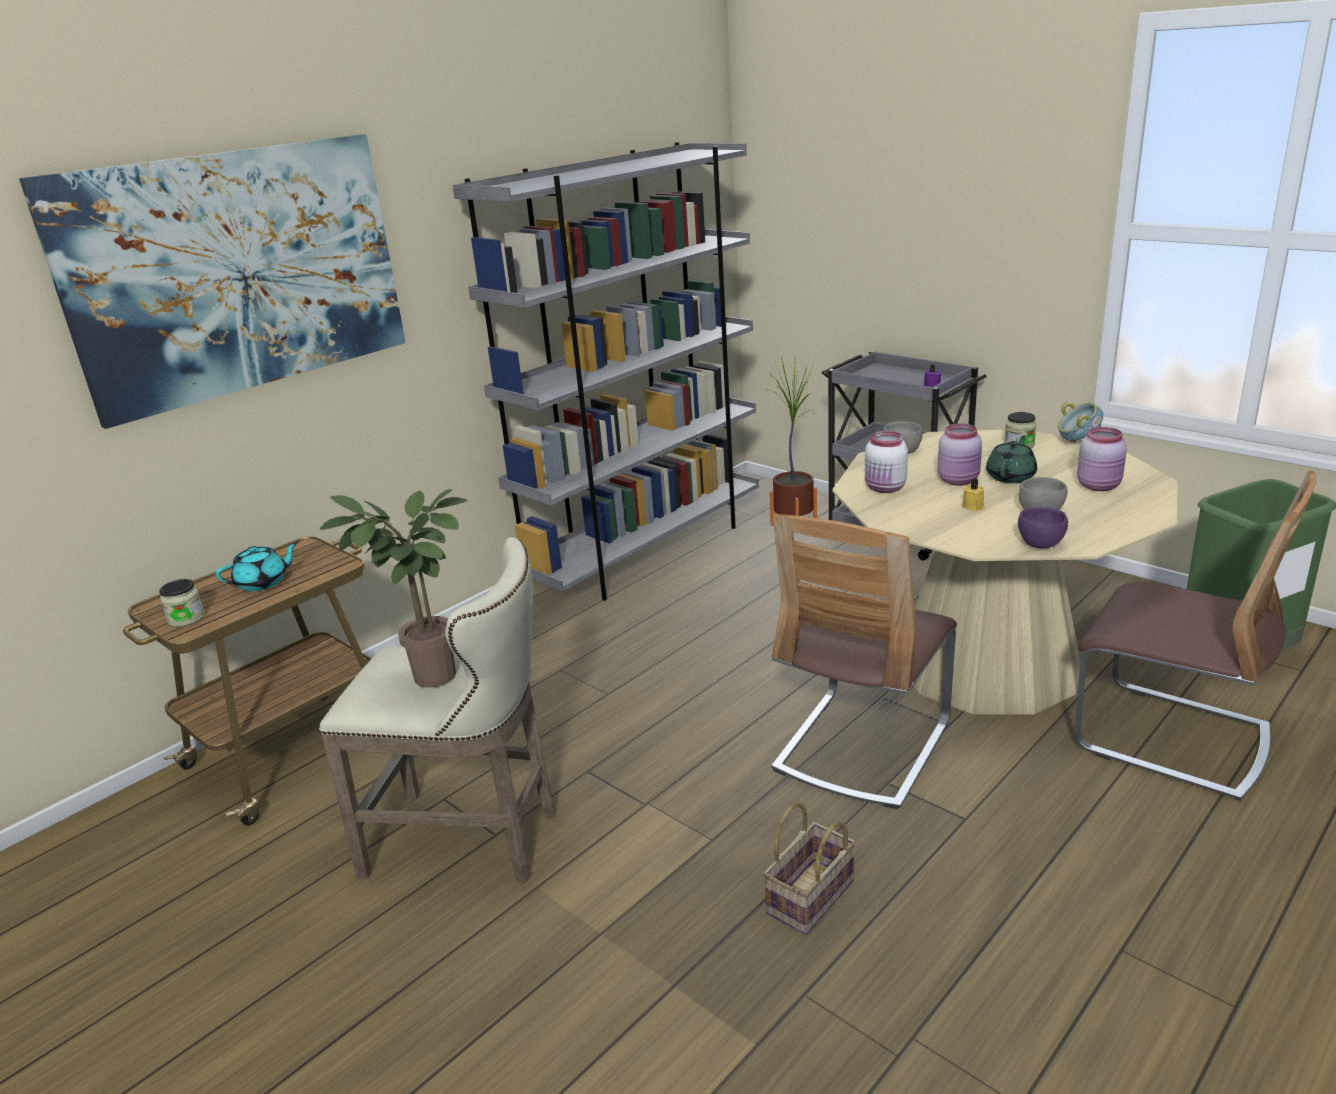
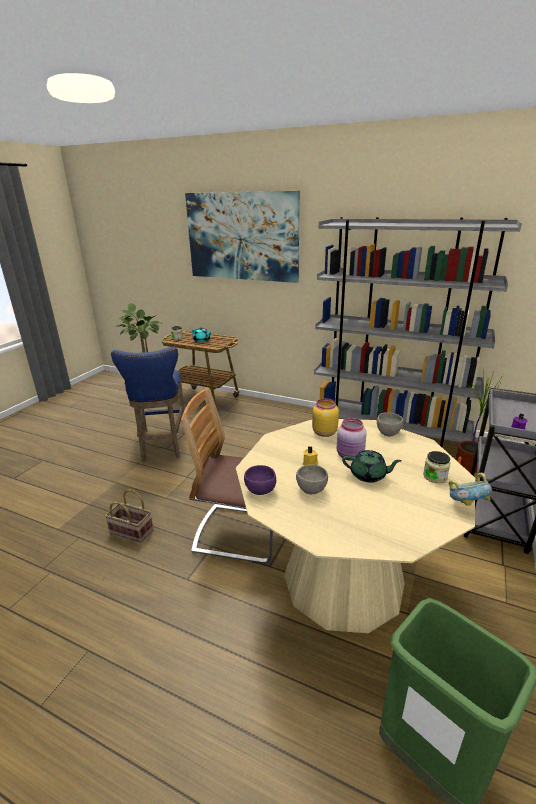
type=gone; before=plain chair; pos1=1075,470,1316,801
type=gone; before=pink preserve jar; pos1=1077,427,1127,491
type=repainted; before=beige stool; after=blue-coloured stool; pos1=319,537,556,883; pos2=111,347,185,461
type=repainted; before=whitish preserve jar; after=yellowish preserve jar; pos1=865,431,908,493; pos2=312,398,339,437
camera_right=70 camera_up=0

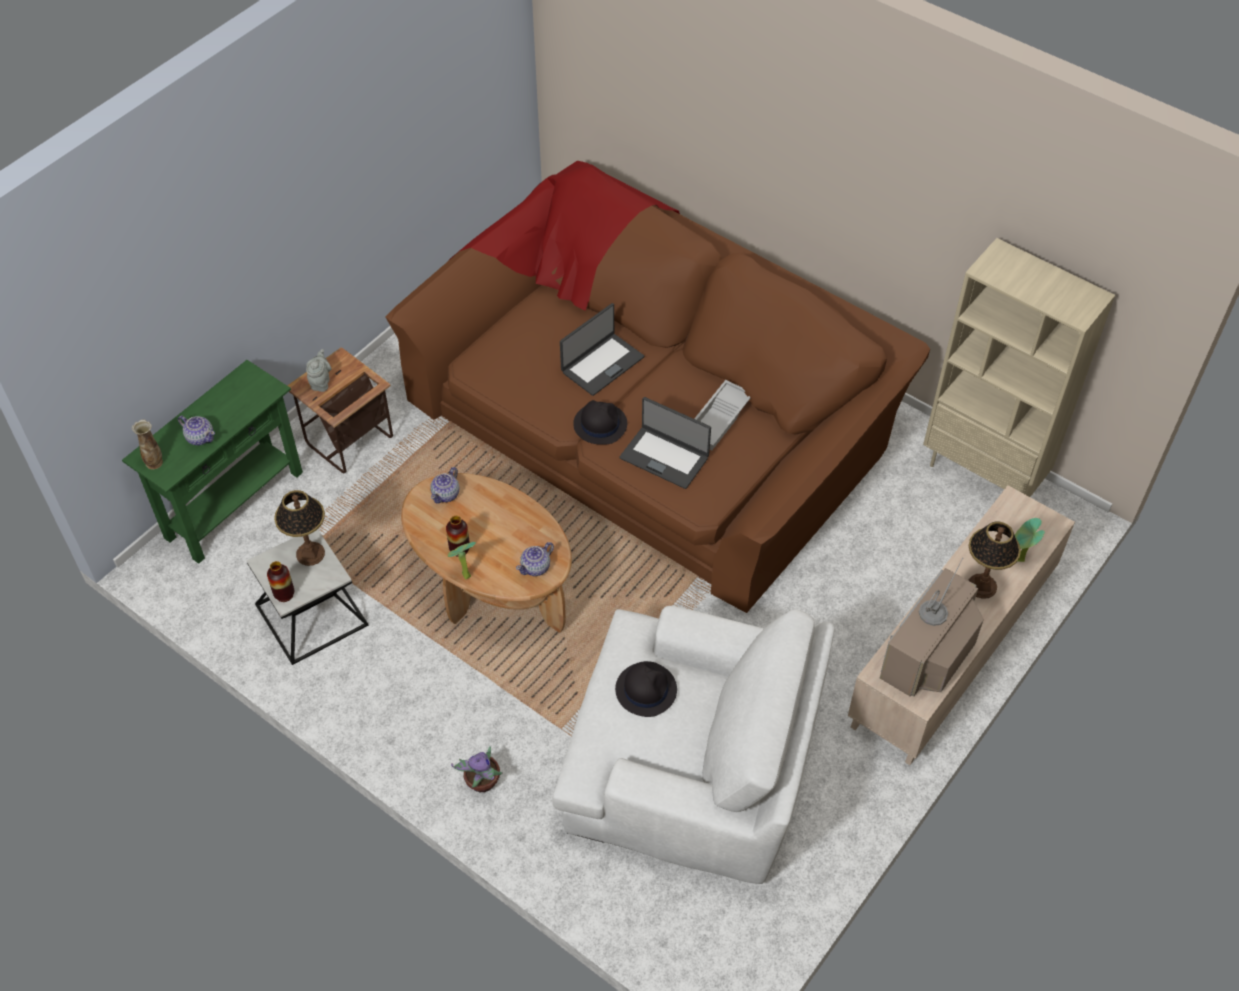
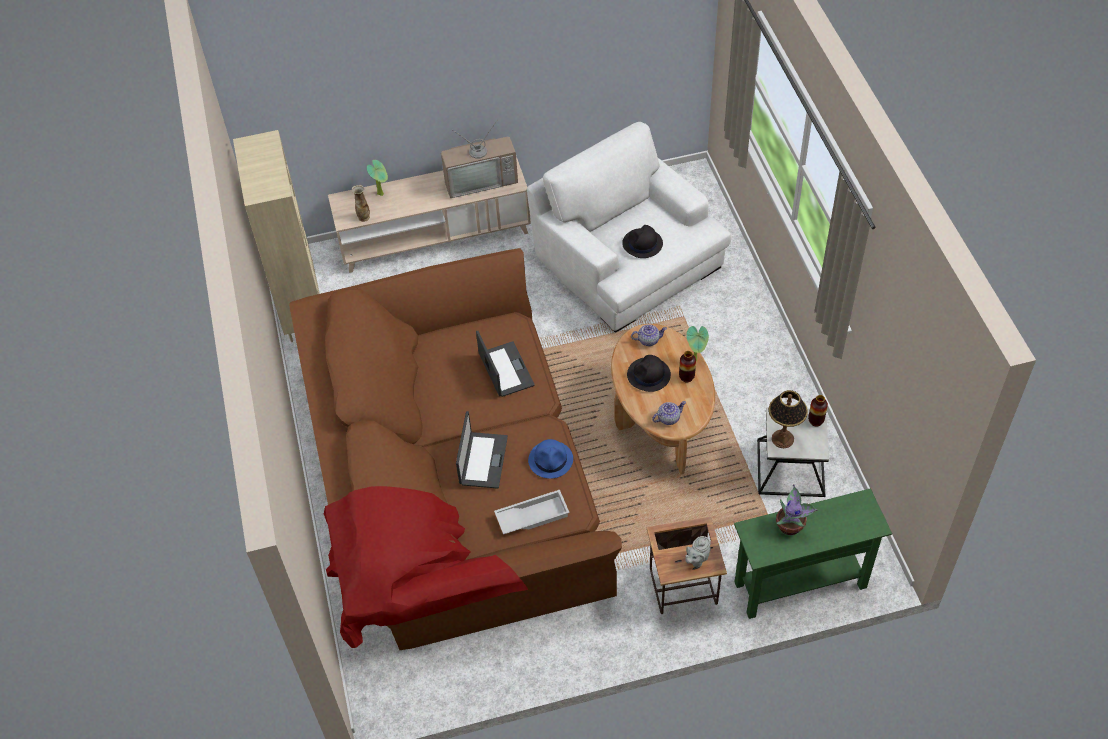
type=gone; before=tea pot; pos1=178,416,215,445
type=gone; before=table lamp; pos1=968,522,1021,599
type=new; after=blue-coloured clothing hat; pos2=528,439,573,479
type=shifted; before=flower vase; pos1=132,420,163,469; pos2=352,185,370,222
type=shifted; before=houseplant; pos1=451,746,503,792; pos2=776,484,817,535
type=shifted; before=black-coloured clothing hat; pos1=573,400,627,445; pos2=627,355,671,392
type=shifted; before=whitish carrying tray; pos1=694,380,751,450; pos2=494,490,570,535
type=rotated; before=notebook computer; pos1=560,303,644,396; pos2=456,411,508,489; turn=105
camera_right=-140 camera_up=0

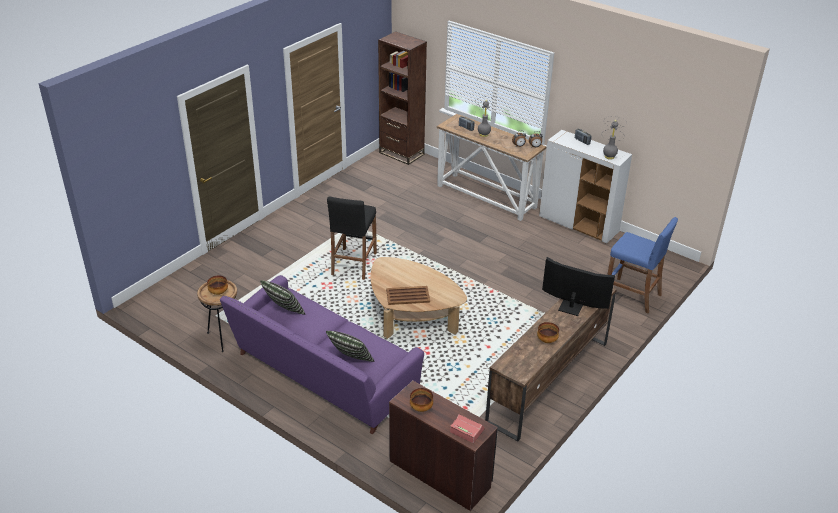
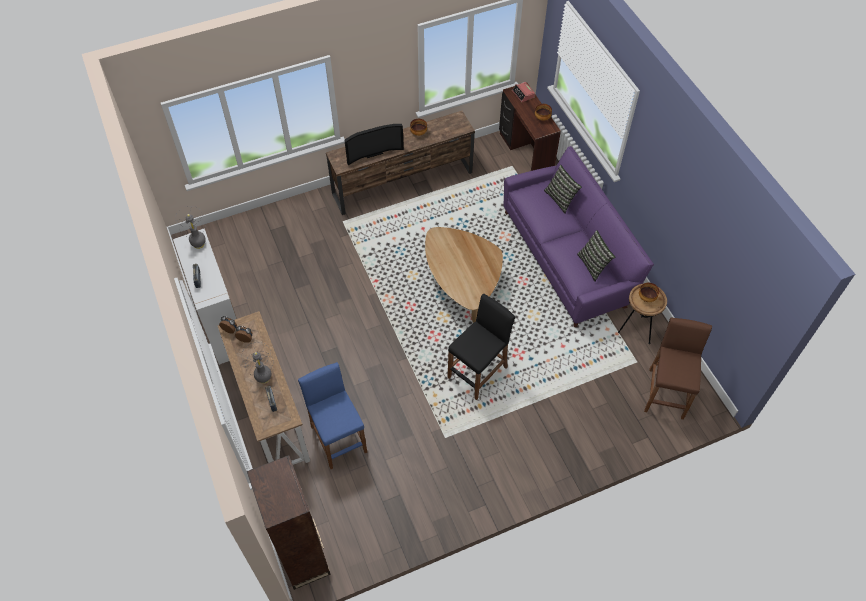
type=gone; before=brown-coloured carrying tray; pos1=386,286,430,305
type=new; after=brown-coloured stool; pos2=644,318,712,420
type=shifted; before=blue-coloured stool; pos1=607,217,678,313; pos2=298,362,367,469
type=rotated; before=TV set; pos1=542,257,615,316; pos2=344,124,404,166; turn=-75
camera_right=-150 camera_up=20

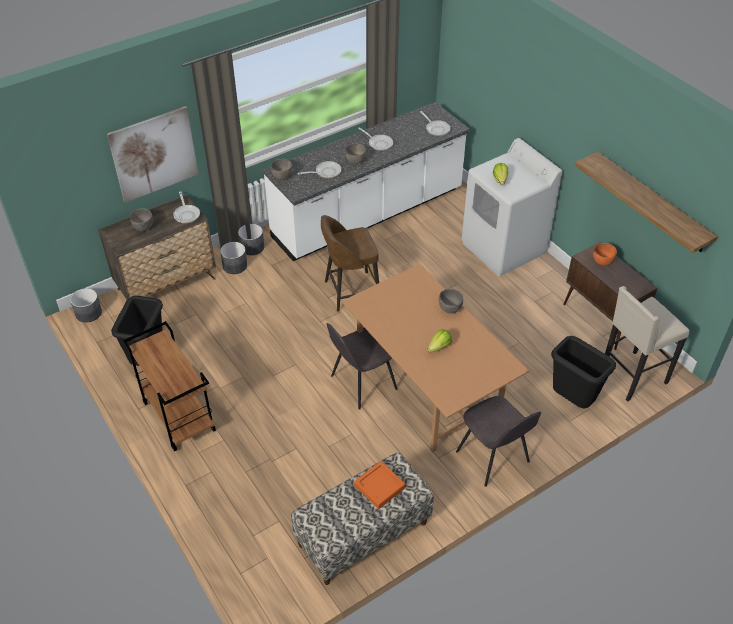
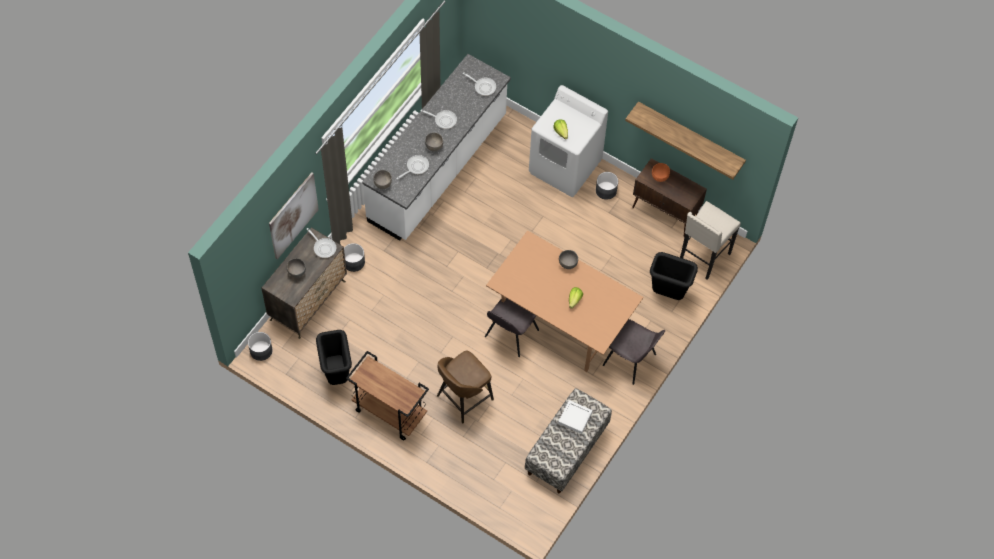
type=shifted; before=greyish plant pot; pos1=238,224,264,255; pos2=596,172,618,200
type=shifted; before=brown-coloured stool; pos1=321,215,379,312; pos2=437,350,494,423
type=repainted; before=orange carrying tray; after=whitish carrying tray; pos1=354,461,405,509; pos2=558,400,592,434
camera_right=-25 camera_up=15

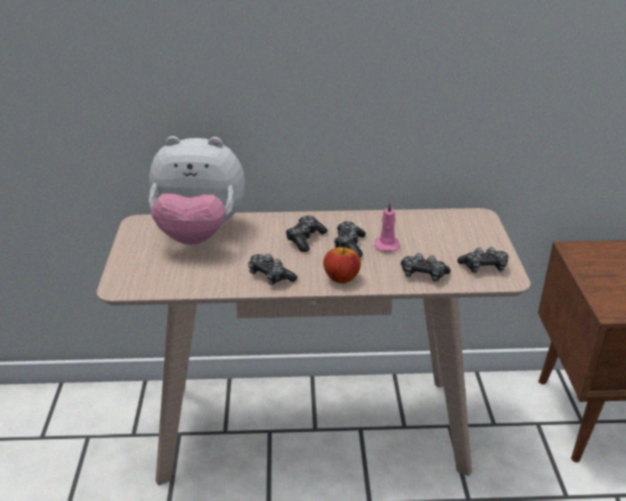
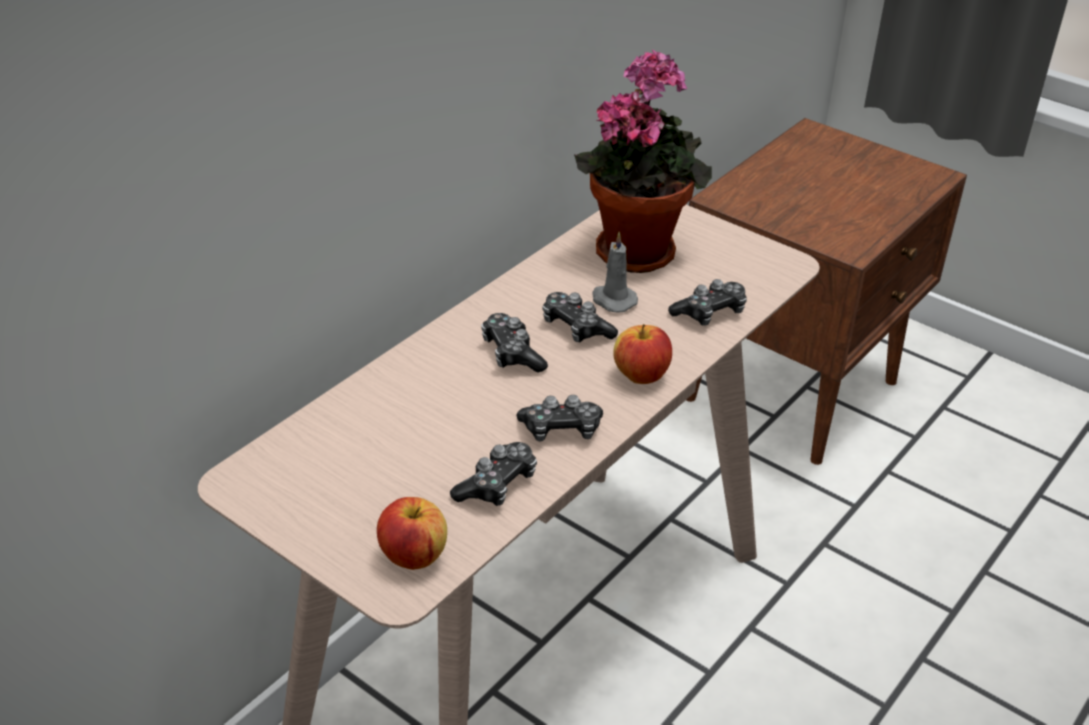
type=gone; before=soft toy; pos1=149,136,245,245
type=new; after=whole apple; pos2=377,497,447,570
type=new; after=houseplant; pos2=574,49,712,273
type=shifted; before=game controller; pos1=457,247,508,273; pos2=450,442,537,506
type=repainted; before=pink candle; after=greyish candle; pos1=374,202,400,252; pos2=592,232,638,313
camera_right=-50 camera_up=5

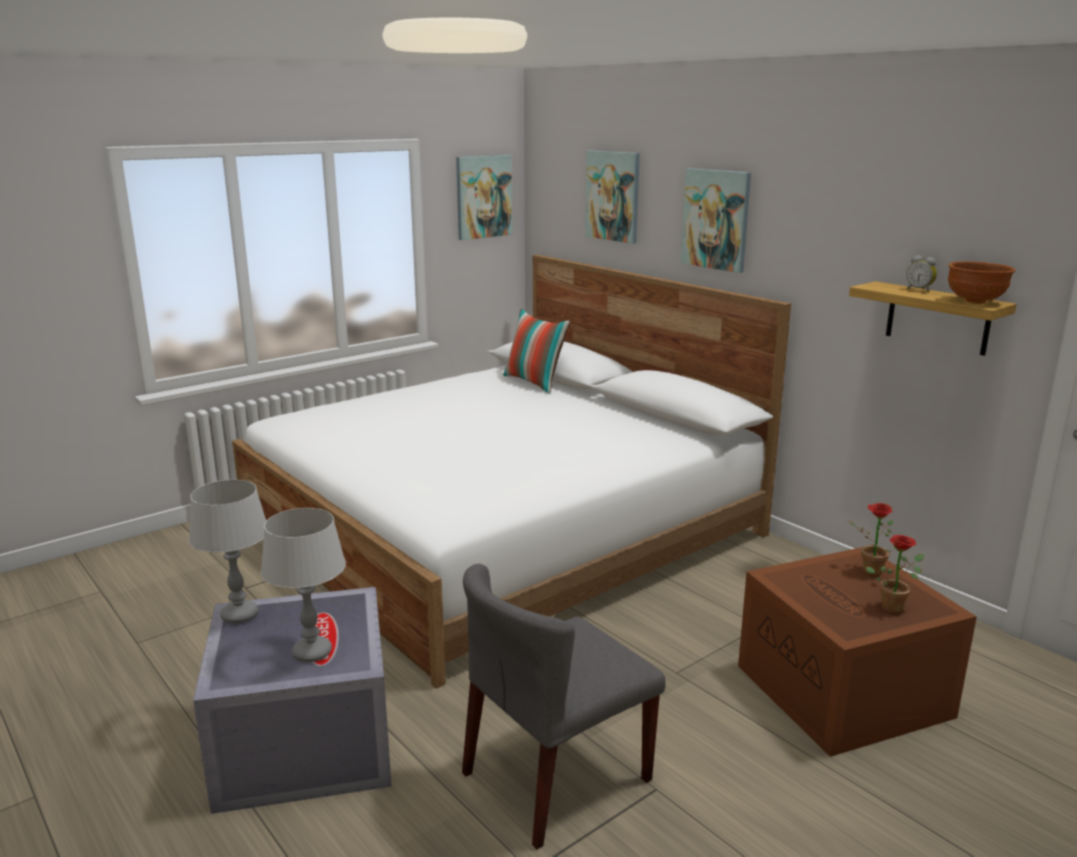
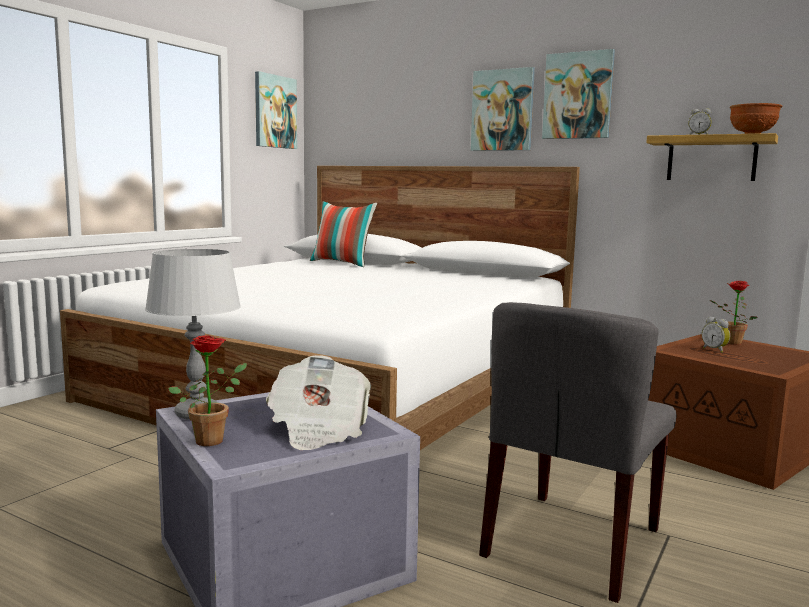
type=new; after=bedside clock; pos2=702,316,730,353
type=shifted; before=wall picture; pos1=585,150,640,244; pos2=542,49,615,139
type=shifted; before=houseplant; pos1=865,535,924,614; pos2=168,335,247,446
type=swapped; before=greyish table lamp; after=printed paper; pos1=261,508,346,662; pos2=266,355,371,450
camera_right=-20 camera_up=-10

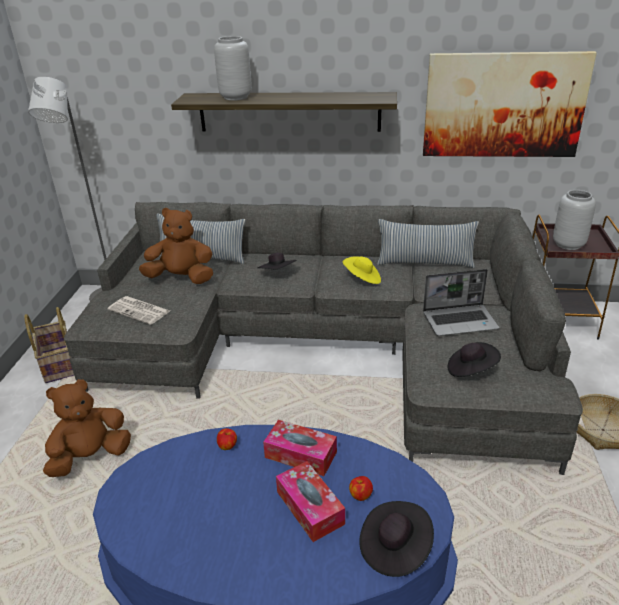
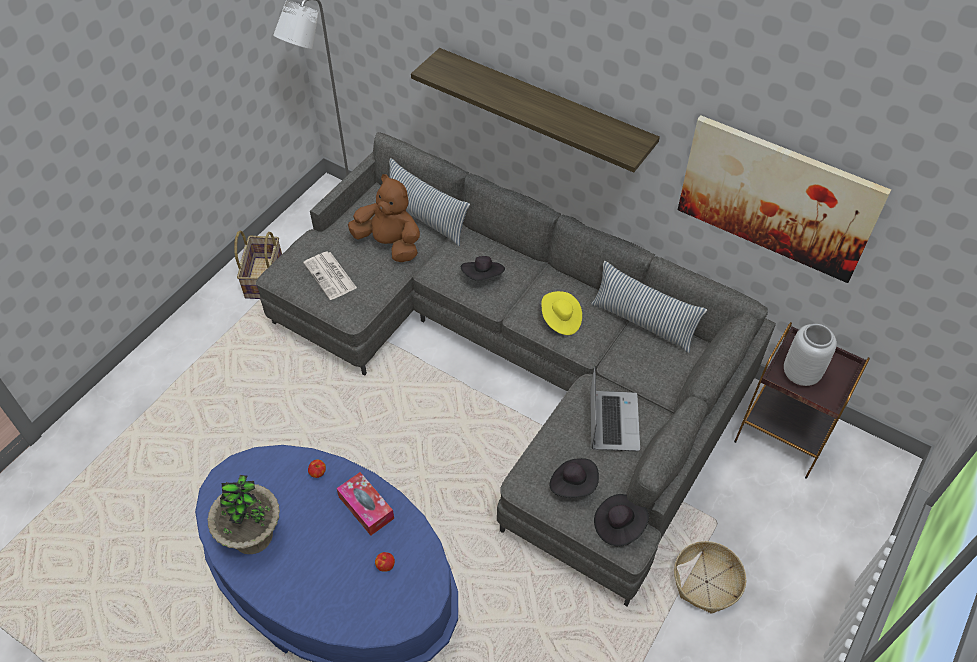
type=gone; before=brown-coloured soft toy; pos1=43,379,131,477
type=gone; before=greyish flower vase; pos1=214,36,252,101
type=gone; before=tissue holder; pos1=276,461,345,542
type=new; after=houseplant; pos2=208,475,280,554
type=shifted; before=black-coloured clothing hat; pos1=359,501,434,577; pos2=594,494,649,546
type=rotated; before=notebook computer; pos1=423,269,499,336; pos2=590,367,640,451; turn=-105
camera_right=25 camera_up=20

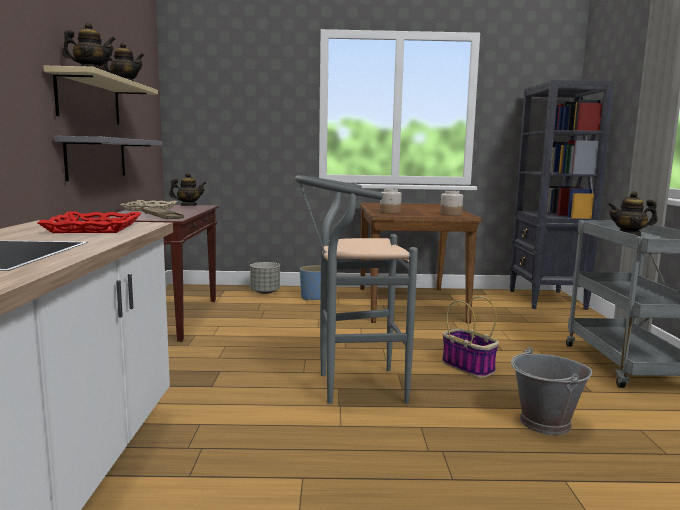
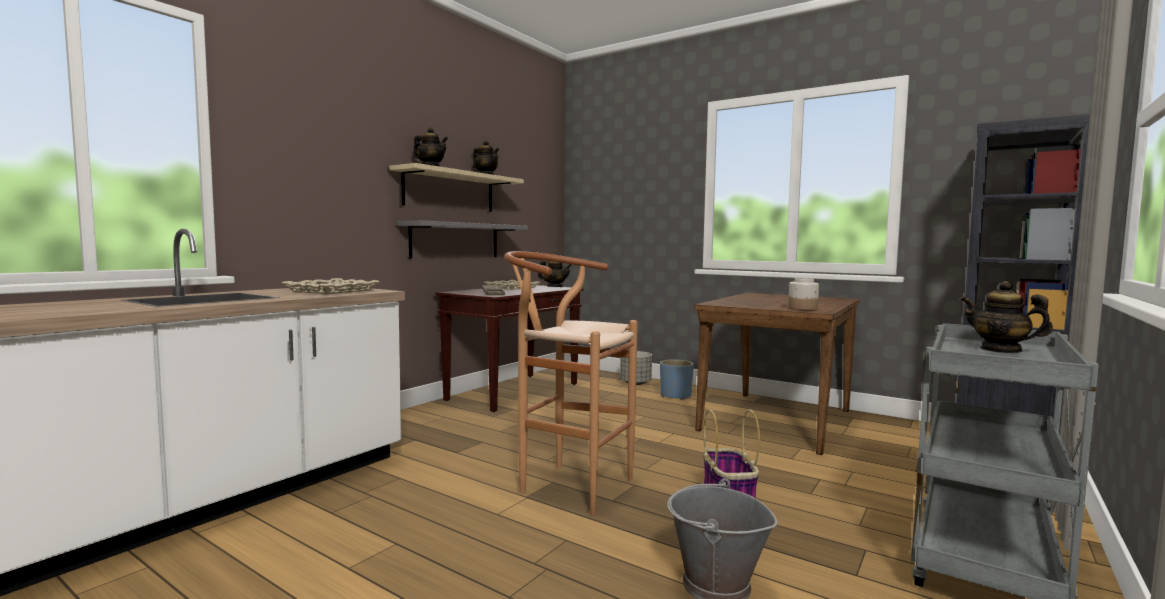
type=gone; before=preserve jar; pos1=380,189,402,214
type=repainted; before=red carrying tray; after=beige carrying tray; pos1=37,212,142,233; pos2=282,278,380,294
type=repainted; before=greyish stool; after=brown-coloured stool; pos1=295,175,418,404; pos2=504,251,638,515
camera_right=35 camera_up=-5

